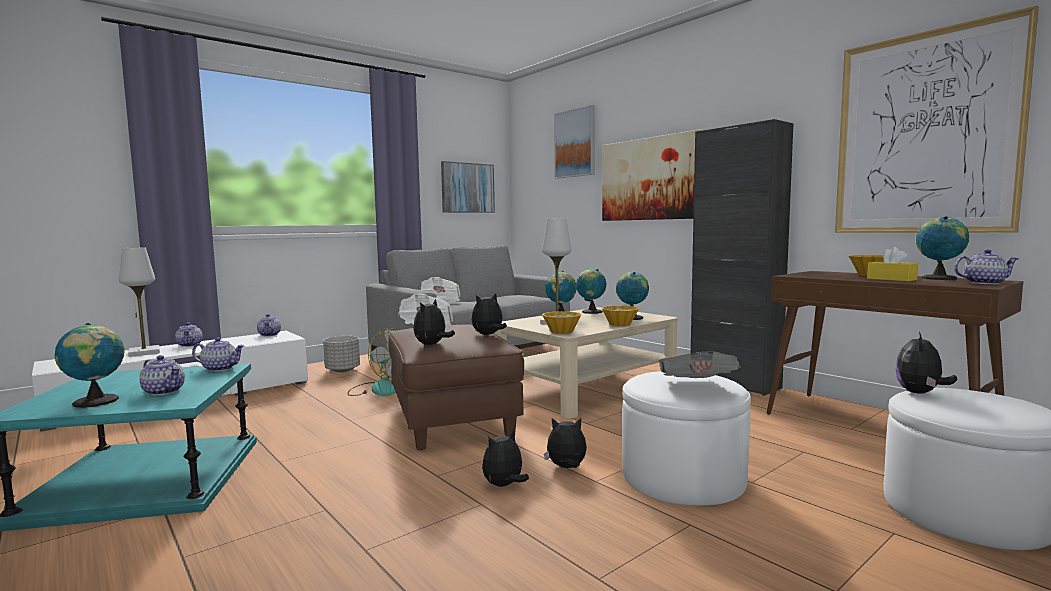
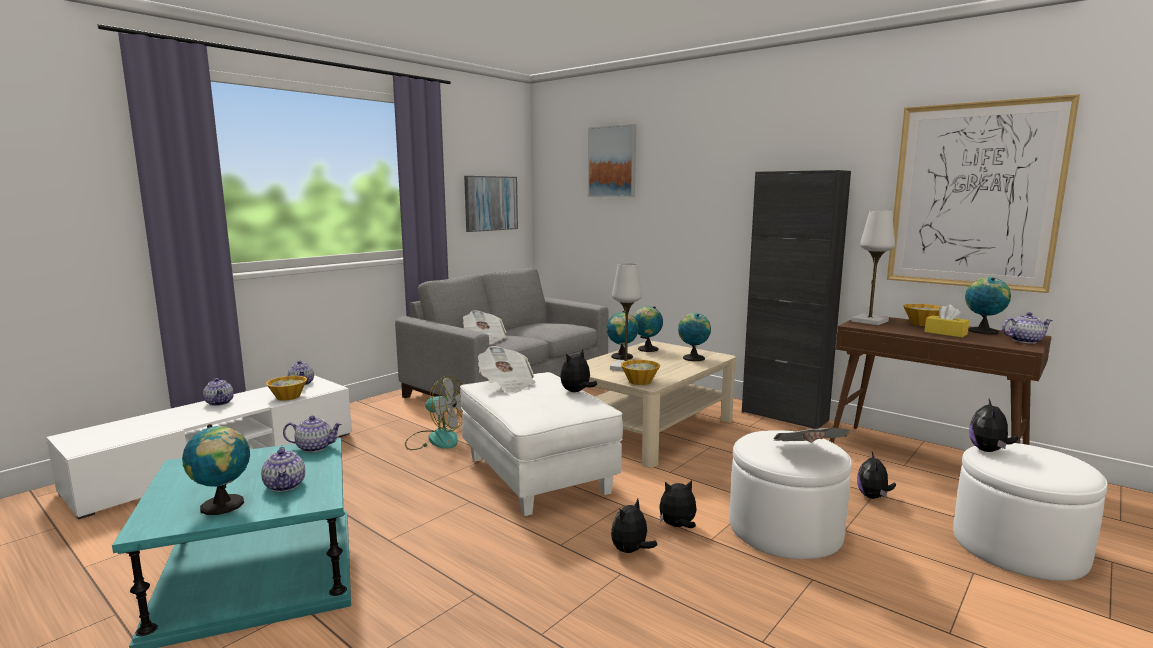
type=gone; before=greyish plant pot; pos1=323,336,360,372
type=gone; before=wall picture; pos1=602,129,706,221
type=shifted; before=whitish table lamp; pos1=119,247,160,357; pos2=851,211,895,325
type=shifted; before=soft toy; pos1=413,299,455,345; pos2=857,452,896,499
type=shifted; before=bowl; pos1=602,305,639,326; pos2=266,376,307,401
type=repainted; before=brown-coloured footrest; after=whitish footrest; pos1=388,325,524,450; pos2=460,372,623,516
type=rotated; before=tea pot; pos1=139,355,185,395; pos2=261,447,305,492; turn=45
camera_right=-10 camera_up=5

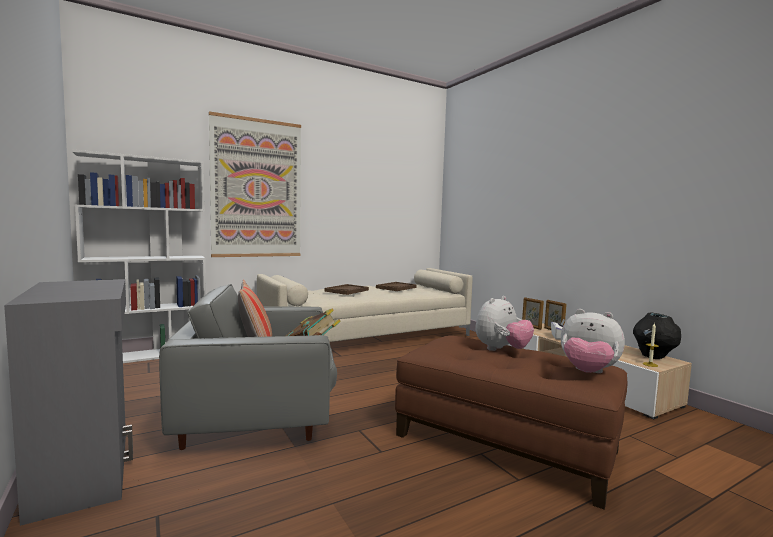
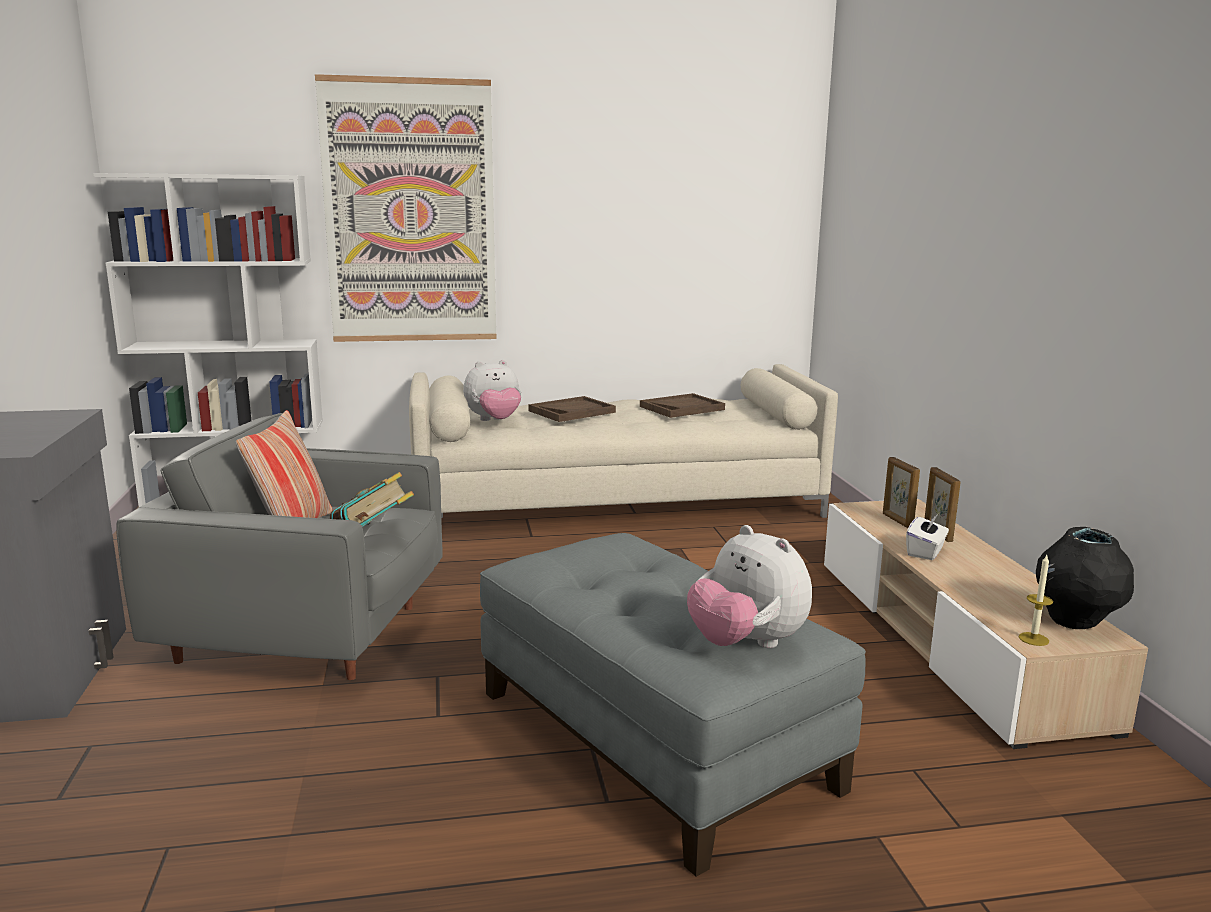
type=shifted; before=soft toy; pos1=475,296,534,351; pos2=463,360,521,421
type=repainted; before=brown-coloured footrest; after=greyish footrest; pos1=395,336,628,510; pos2=480,533,866,877
camera_right=20 camera_up=10

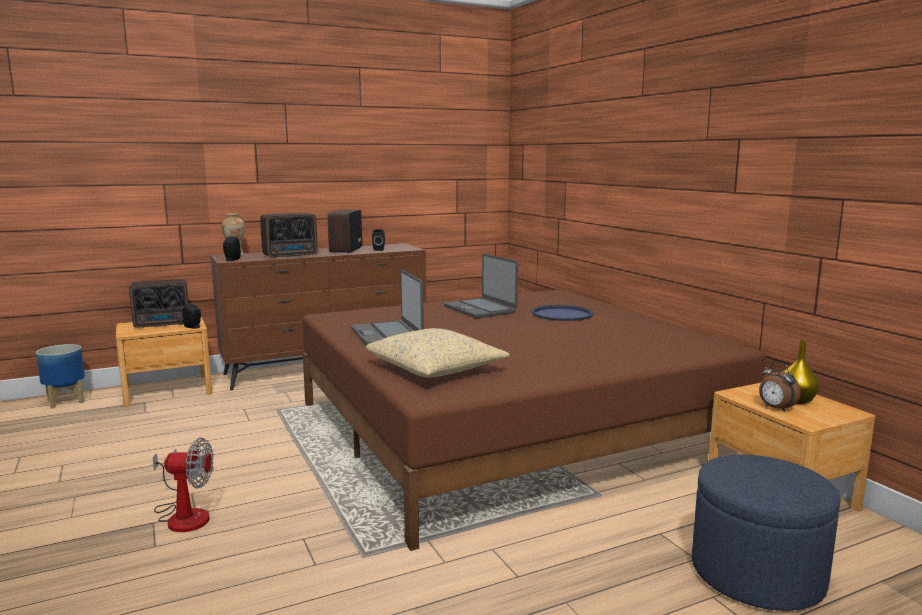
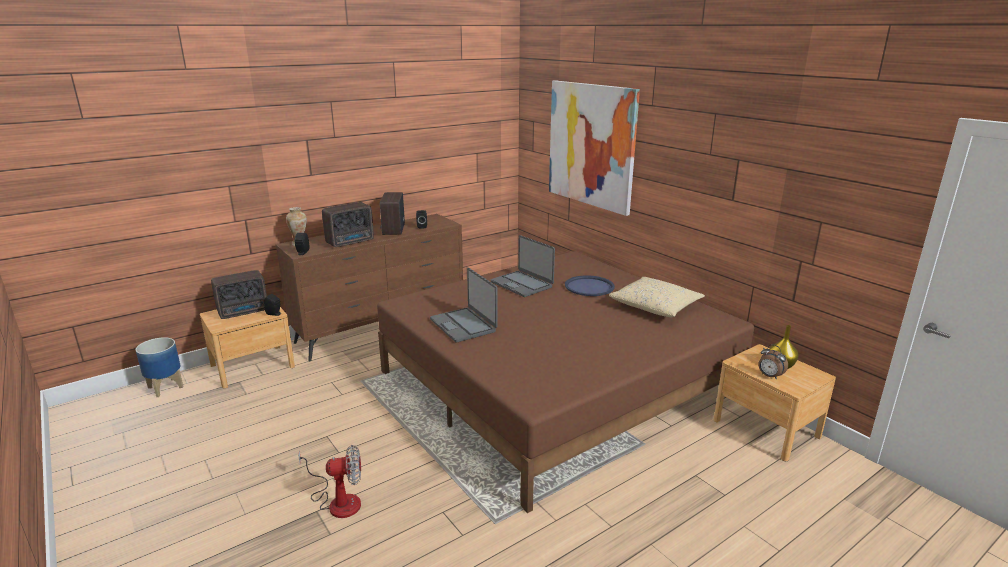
type=gone; before=blue-coloured footrest; pos1=692,455,840,611
type=new; after=wall picture; pos2=549,80,640,216
type=shifted; before=beige pillow; pos1=366,328,510,378; pos2=609,277,705,317
camera_right=-10 camera_up=10

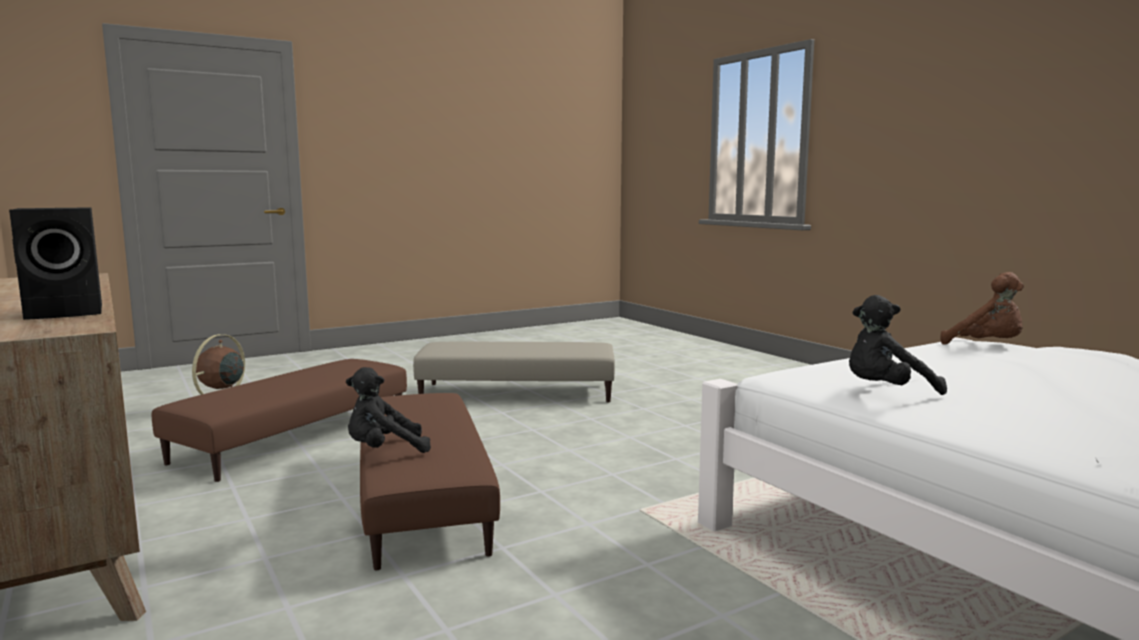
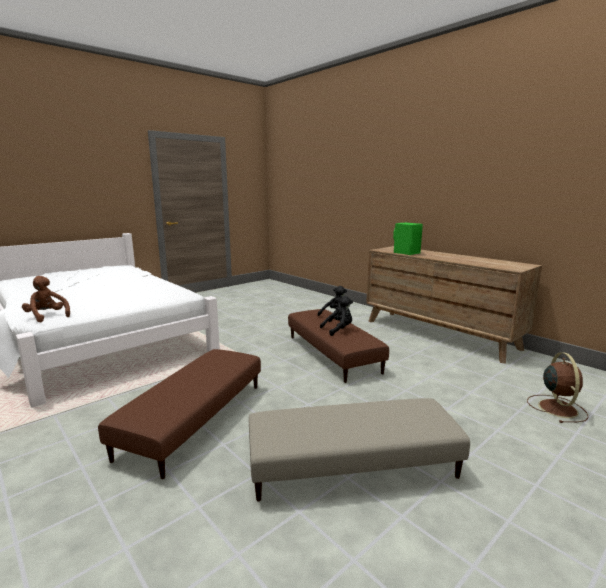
type=shifted; before=brown-coloured footrest; pos1=152,359,407,482; pos2=98,349,261,479
type=shifted; before=black-coloured soft toy; pos1=849,295,947,395; pos2=320,296,353,336
type=repainted; before=black-coloured loudspeaker; after=greenish loudspeaker; pos1=9,207,102,320; pos2=393,222,423,255
camera_right=170 camera_up=5

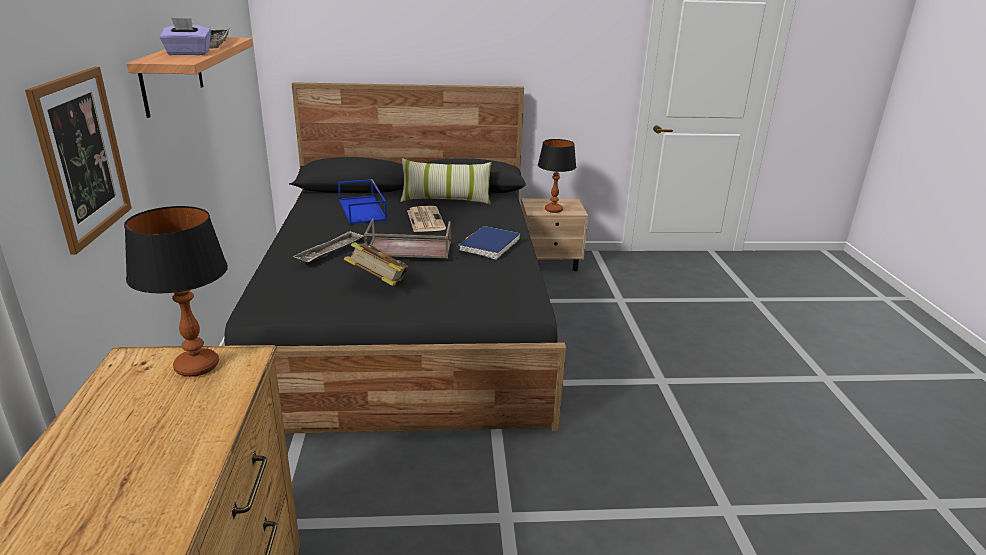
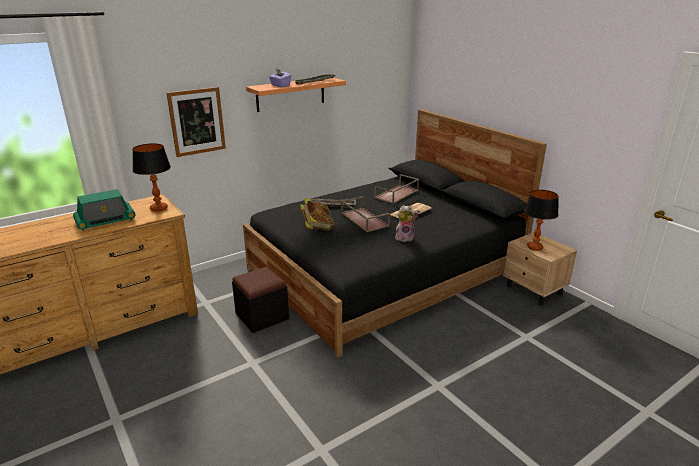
type=gone; before=pillow; pos1=400,158,492,205
type=new; after=radio receiver; pos2=73,189,136,231
type=new; after=black-coloured footrest; pos2=232,267,289,333
type=swapped; before=blue-coloured volume; after=soft toy; pos1=457,226,521,260; pos2=395,205,419,242
type=repainted; before=blue-coloured carrying tray; after=brown-coloured carrying tray; pos1=338,179,387,224; pos2=374,174,419,204
camera_right=60 camera_up=0

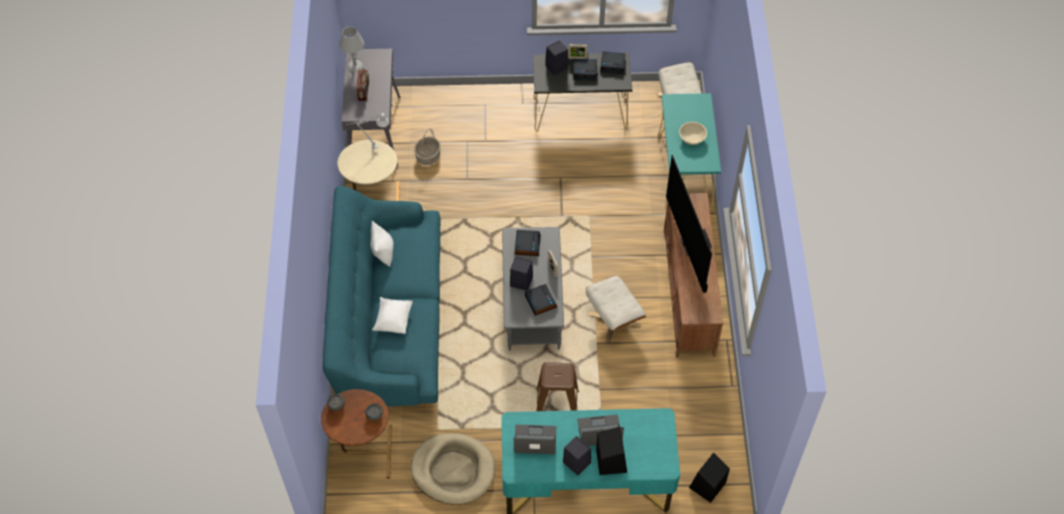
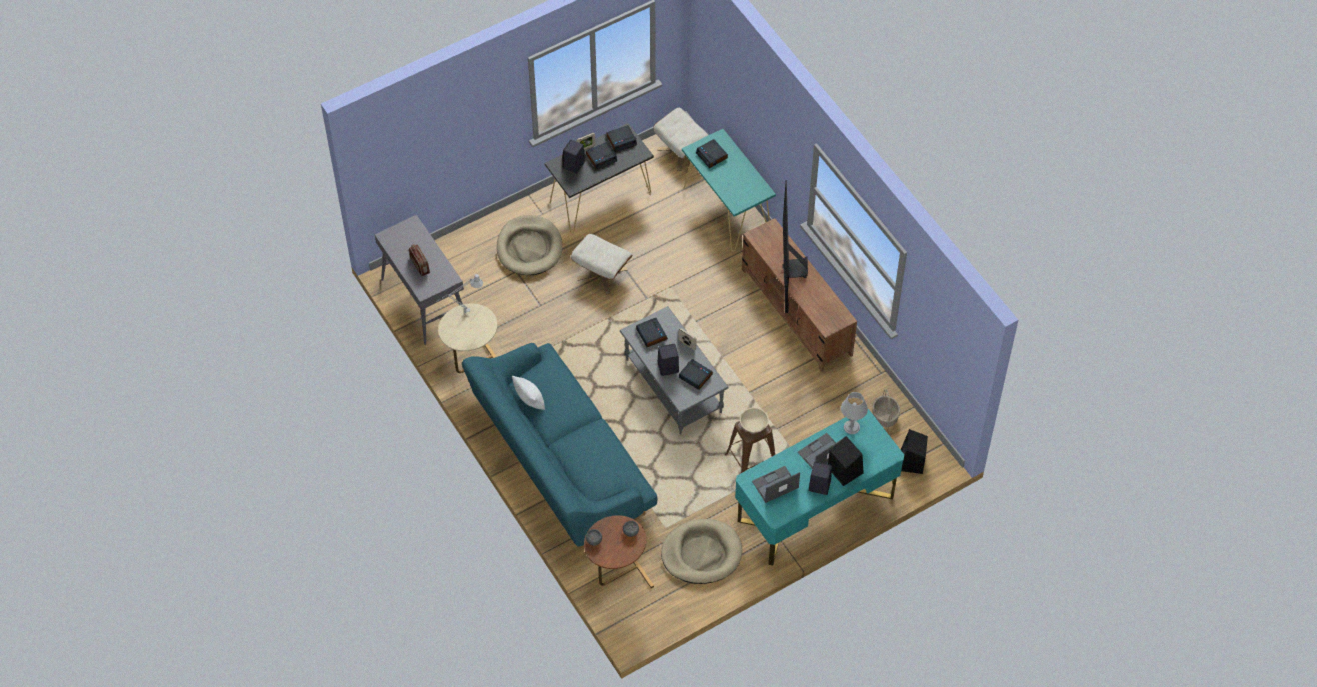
type=gone; before=whitish pillow; pos1=372,297,413,334
type=new; after=beige pet bed; pos2=497,215,563,275
type=new; after=bedside clock; pos2=696,139,728,168
type=shifted; before=greyish table lamp; pos1=339,27,364,72; pos2=841,392,868,434
type=shifted; before=storage basket; pos1=414,128,441,165; pos2=873,389,900,427
type=shifted; before=beige footrest; pos1=586,275,646,343; pos2=571,234,633,295
type=shifted; before=beige bowl; pos1=679,122,707,145; pos2=740,407,769,433
type=rotated; before=TV set; pos1=666,155,712,293; pos2=782,180,808,313; turn=45
camera_right=-30 camera_up=0

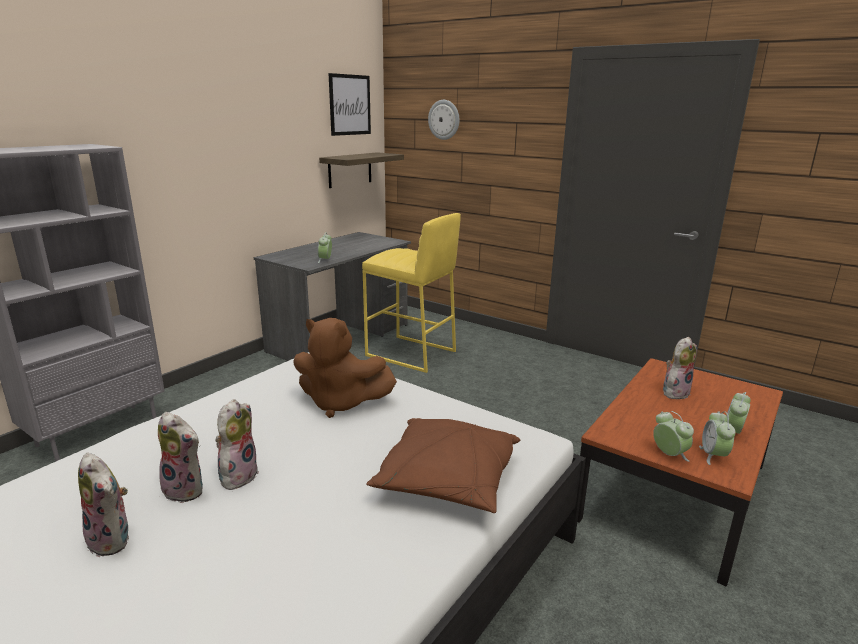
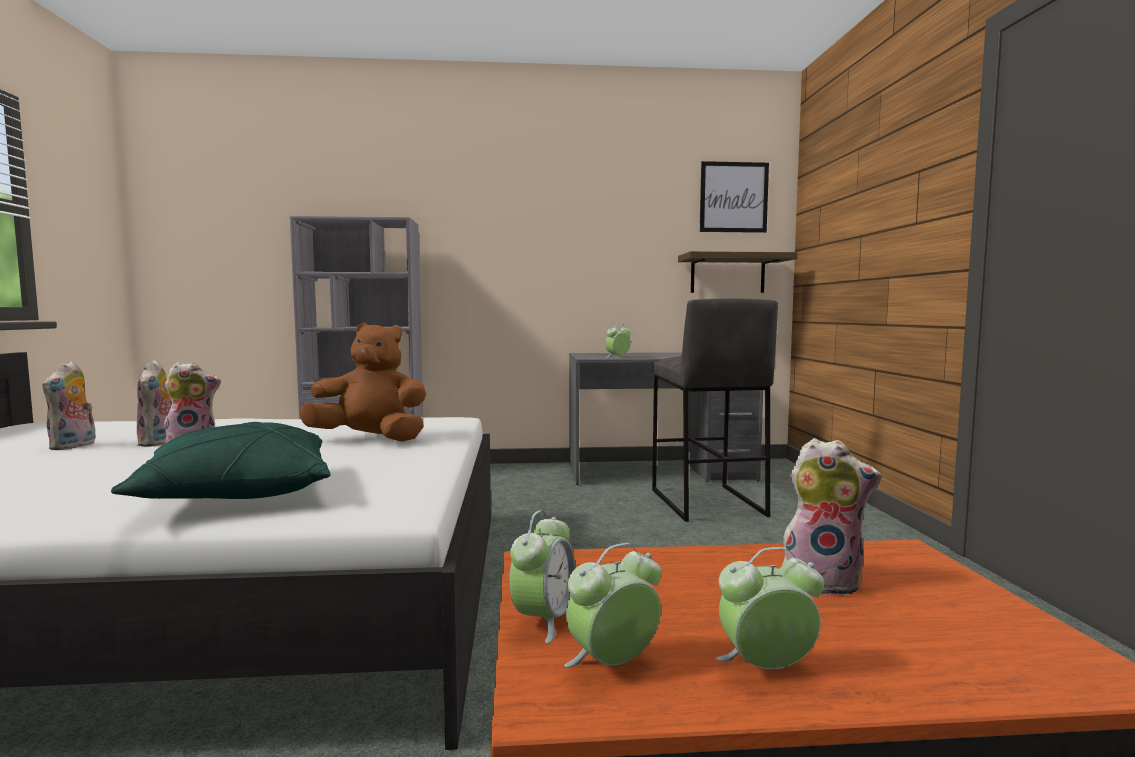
type=gone; before=wall clock; pos1=428,100,460,140
type=repainted; before=yellowish stool; after=greyish stool; pos1=362,213,461,373; pos2=652,298,778,522
type=repainted; before=brown-coloured pillow; after=greenish pillow; pos1=366,418,520,513; pos2=111,422,331,499
type=rotated; before=brown-coloured soft toy; pos1=293,318,397,418; pos2=299,323,427,442; turn=120
camera_right=50 camera_up=-15

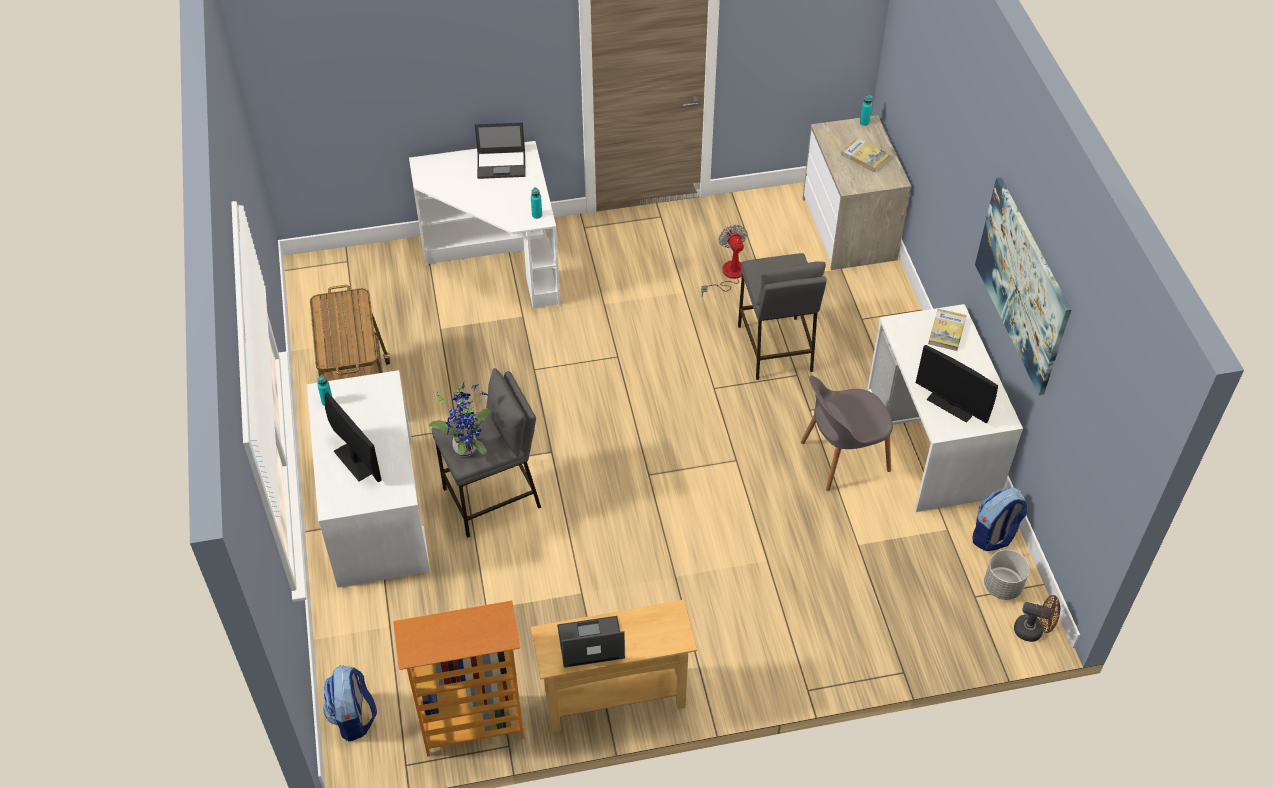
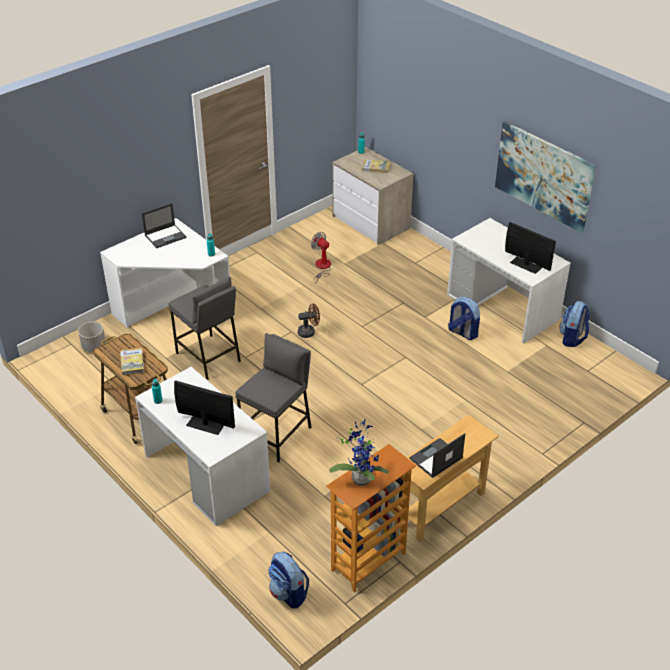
type=shifted; before=houseplant; pos1=429,382,491,457; pos2=329,419,389,486
type=shifted; before=greyish stool; pos1=738,253,827,380; pos2=168,277,241,380
type=shifted; before=volume; pos1=928,309,967,351; pos2=120,348,144,375
type=shifted; before=greyish plant pot; pos1=984,550,1030,600; pos2=78,322,106,352
type=shifted; before=brown-coloured cooling fan; pos1=1014,595,1060,642; pos2=298,303,320,338
type=swapped; before=greyish plain chair; after=knapsack; pos1=801,376,893,491; pos2=448,297,480,340
type=rotated; before=computer screen; pos1=916,345,998,423; pos2=505,222,556,274; turn=-150
camera_right=-30 camera_up=-10

